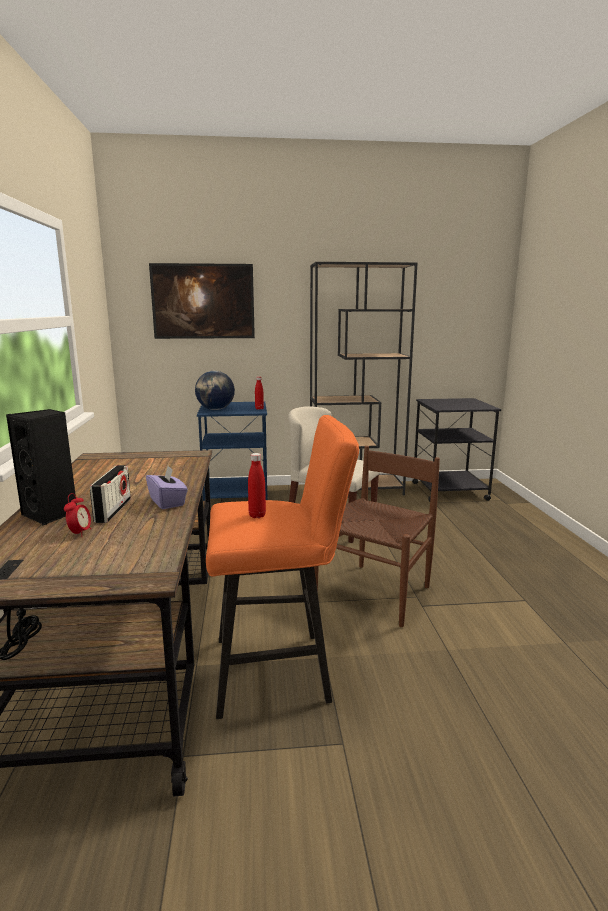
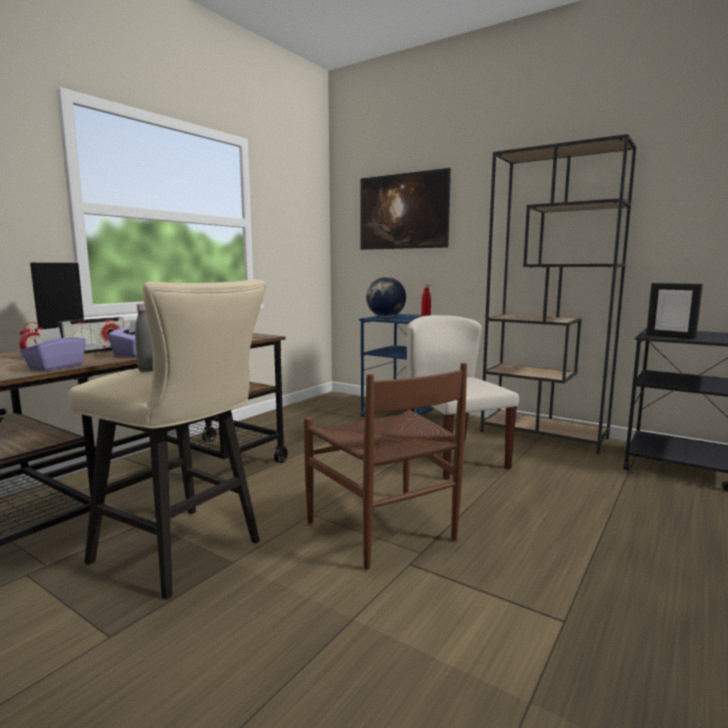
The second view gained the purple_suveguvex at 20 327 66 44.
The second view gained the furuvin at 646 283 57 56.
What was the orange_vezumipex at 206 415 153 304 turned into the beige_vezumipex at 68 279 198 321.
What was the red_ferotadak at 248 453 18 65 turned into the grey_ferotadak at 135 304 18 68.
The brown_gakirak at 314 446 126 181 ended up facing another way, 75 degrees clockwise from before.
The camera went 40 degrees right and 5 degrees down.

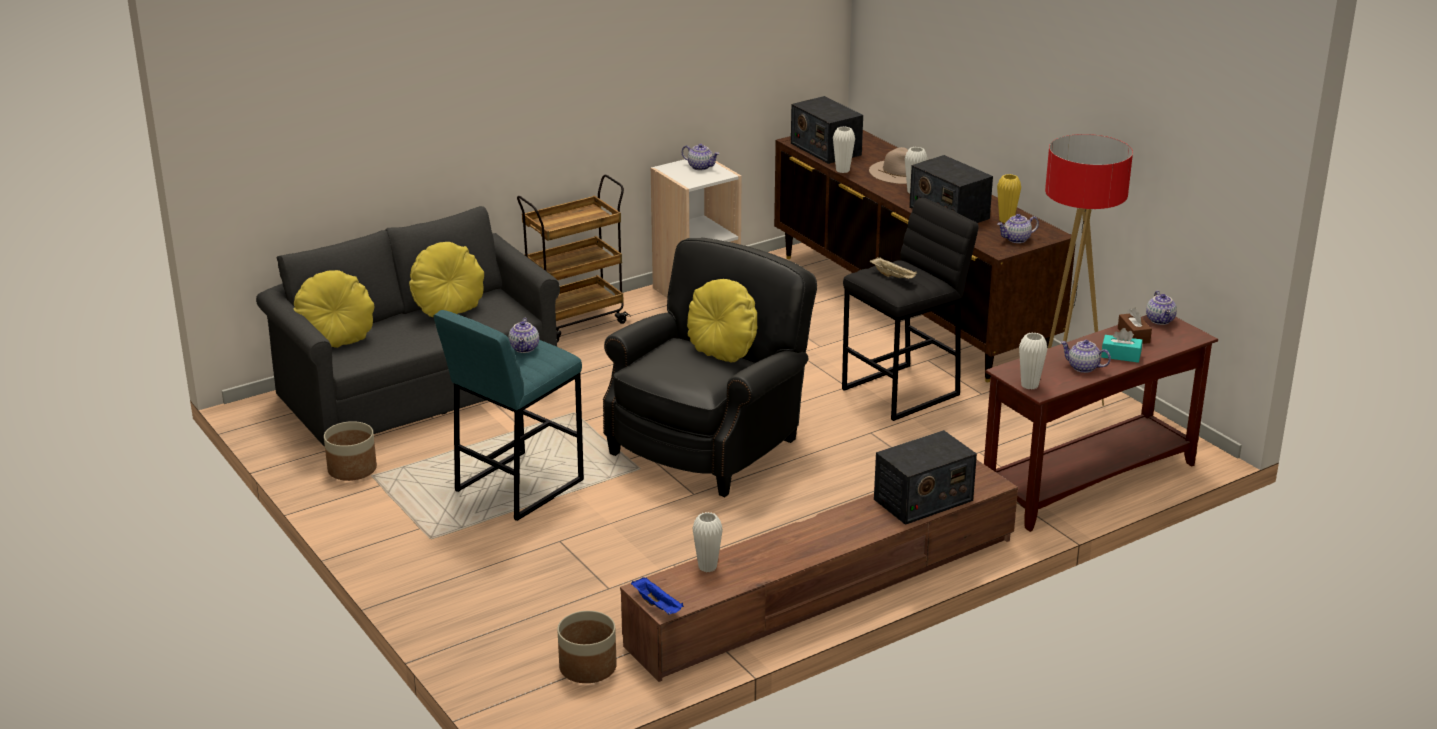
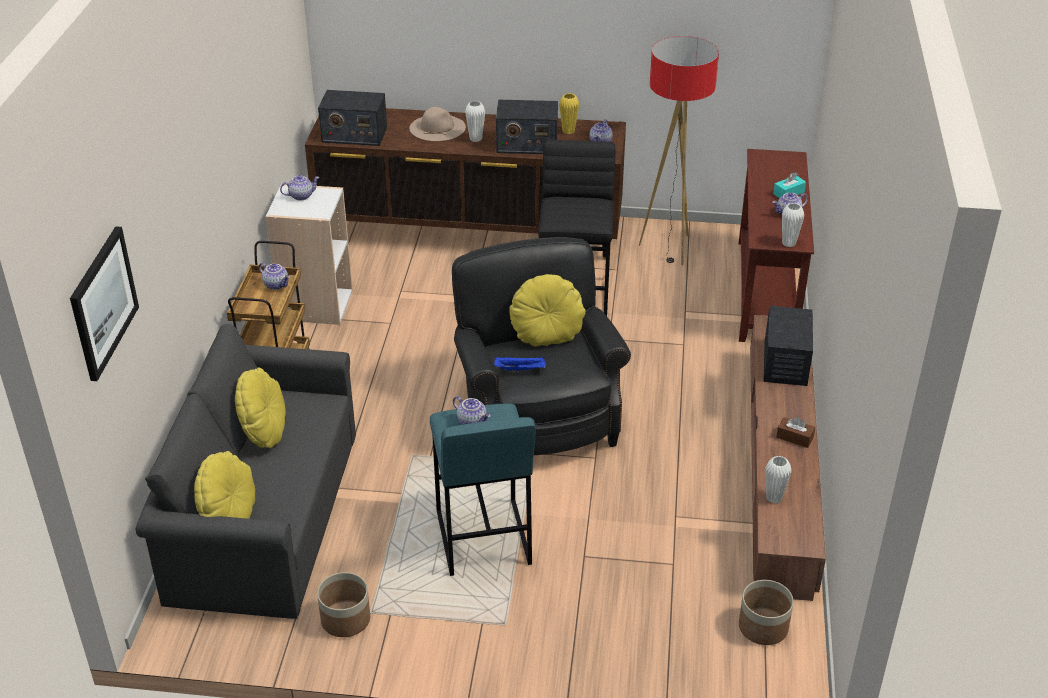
The second view lost the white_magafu at 833 127 22 46.
The second view lost the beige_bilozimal at 869 257 48 22.
The second view gained the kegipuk at 70 226 69 155.
The blue_bilozimal ended up elsewhere, having gone from 631 577 53 37 to 494 356 52 16.
The brown_suveguvex ended up elsewhere, having gone from 1118 308 34 36 to 776 417 39 31.
The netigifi ended up elsewhere, having gone from 1146 291 31 34 to 259 262 31 28.
The camera went 50 degrees left and 10 degrees up.

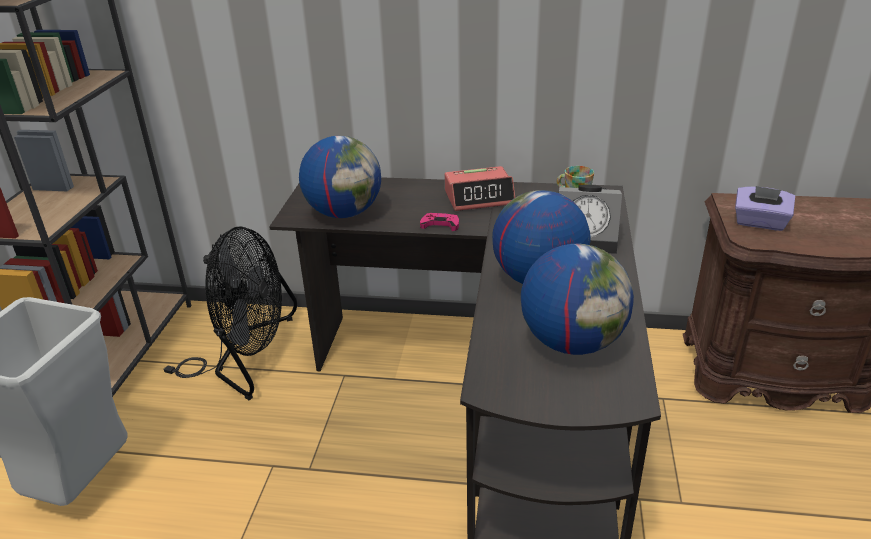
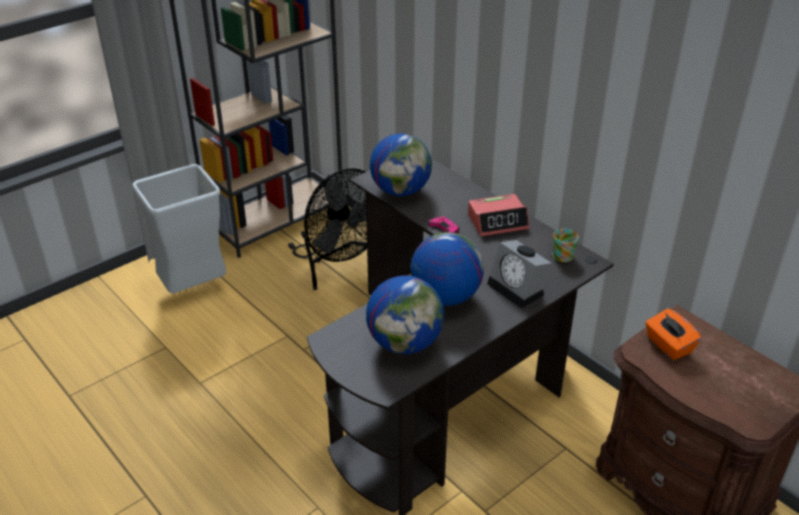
What was the purple_suveguvex at 735 186 60 45 turned into the orange_suveguvex at 645 308 56 52.
The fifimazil at 445 166 70 45 ended up facing another way, 45 degrees counterclockwise from before.
The camera went 40 degrees right and 5 degrees up.

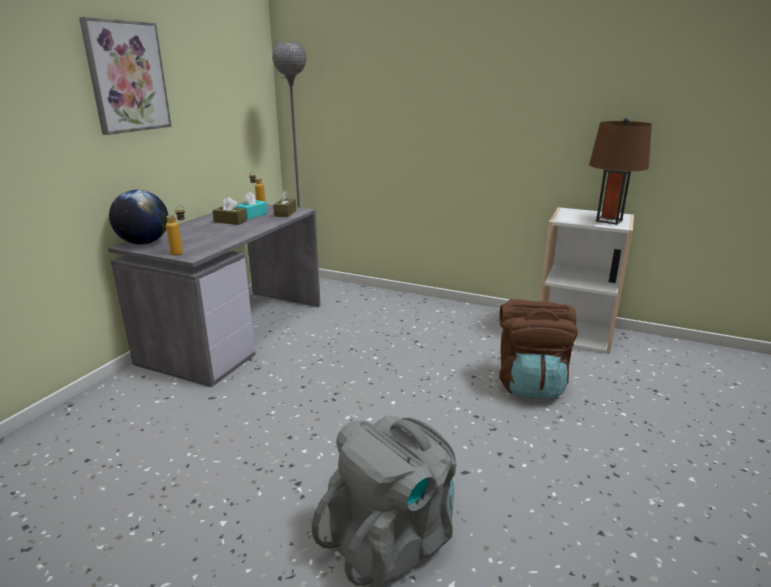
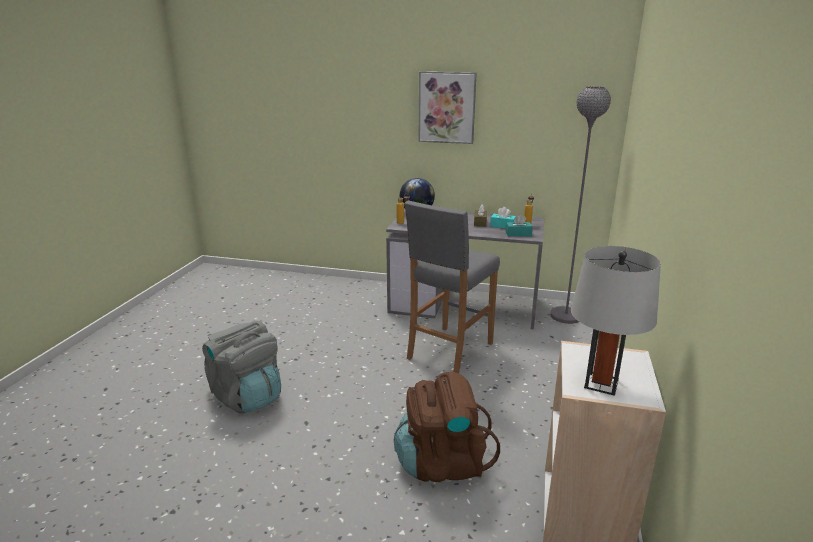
The second view gained the grey_vezumipex at 405 200 95 173.
What was the brown_suveguvex at 273 191 23 26 turned into the turquoise_suveguvex at 506 215 27 21.
What was the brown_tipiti at 589 118 63 107 turned into the grey_tipiti at 571 246 90 150.
The camera went 80 degrees right and 0 degrees up.

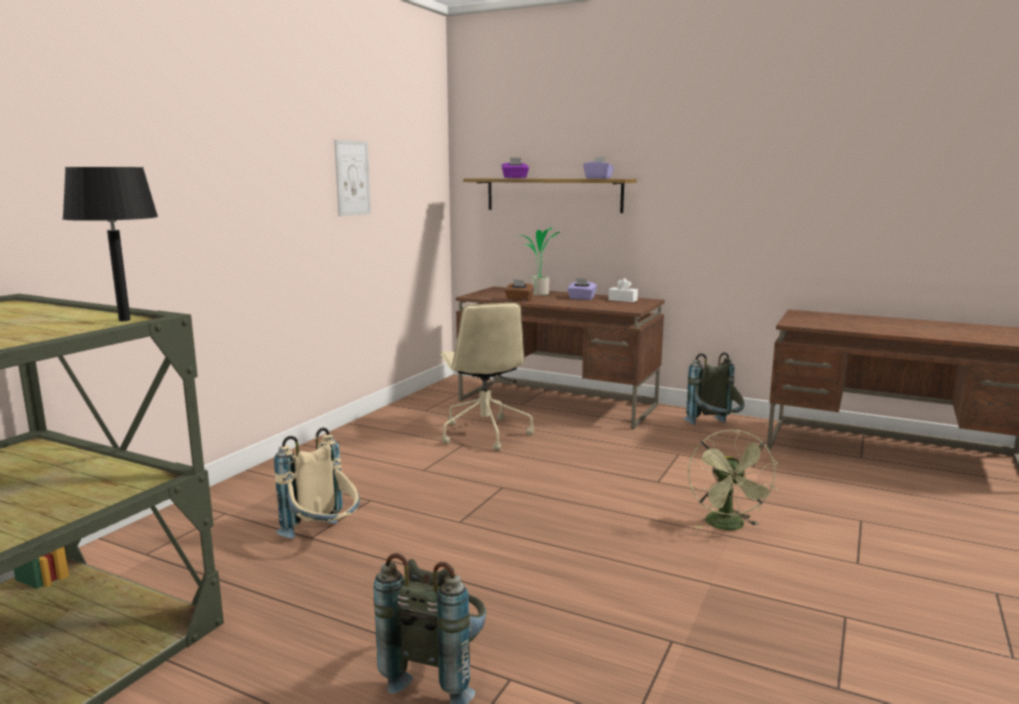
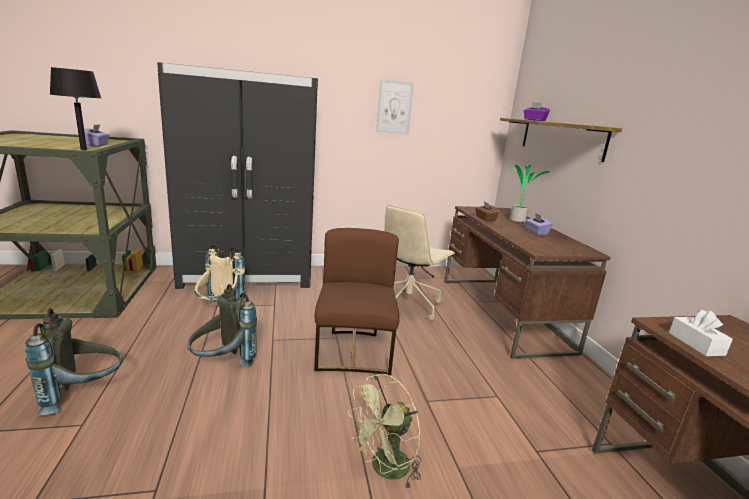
The second view gained the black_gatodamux at 157 62 161 227.
The second view gained the brown_gakirak at 314 228 86 147.
The purple_suveguvex ended up elsewhere, having gone from 583 157 31 22 to 84 125 26 22.
The white_suveguvex ended up elsewhere, having gone from 608 278 30 24 to 669 310 64 46.
The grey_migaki ended up elsewhere, having gone from 683 352 61 73 to 188 284 69 83.
The camera went 50 degrees right and 5 degrees up.

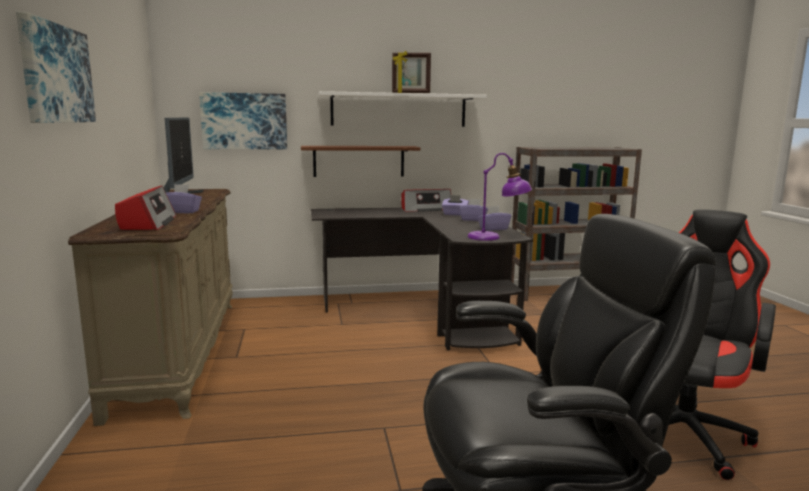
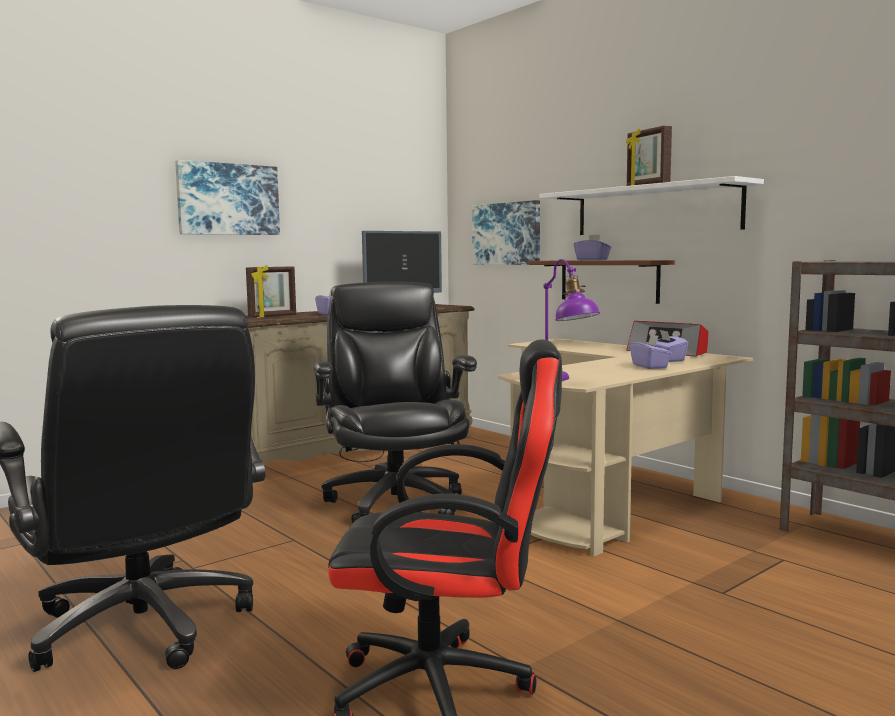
The second view gained the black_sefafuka at 314 282 163 241.
The purple_suveguvex ended up elsewhere, having gone from 478 206 33 25 to 574 234 37 26.
Where the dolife stood at 115 186 61 44, the furuvin came to stand at 246 265 50 53.
What was the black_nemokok at 311 208 222 142 turned into the beige_nemokok at 498 338 255 219.
The camera went 60 degrees right and 5 degrees down.

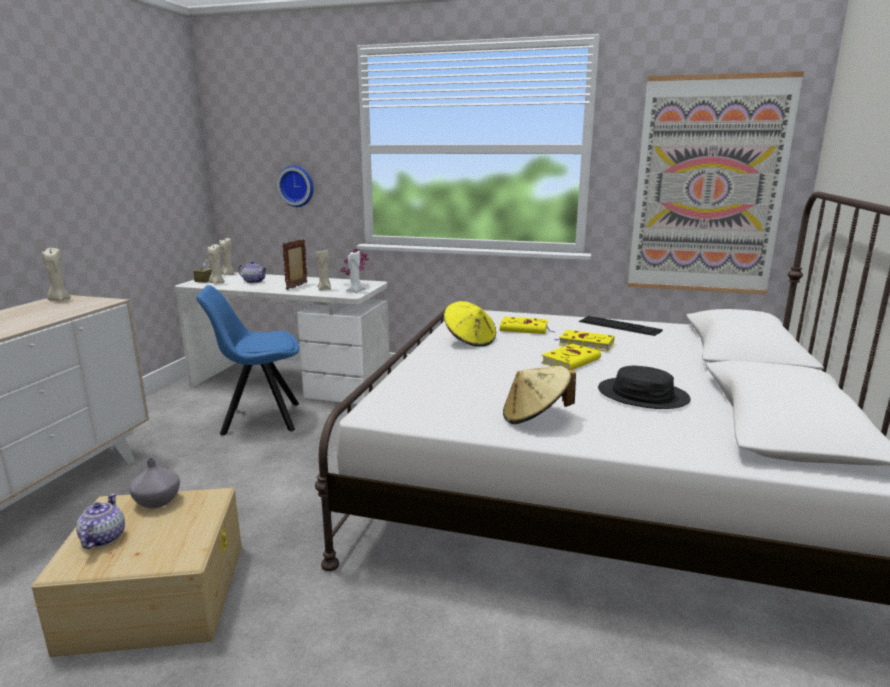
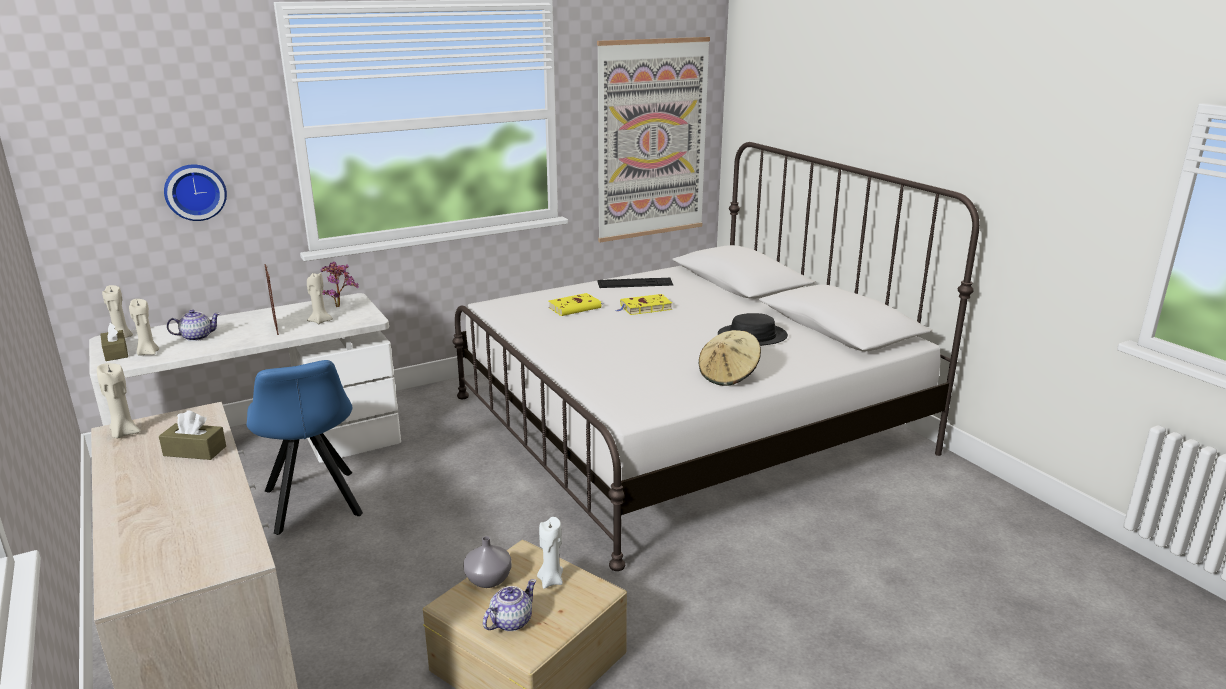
The second view lost the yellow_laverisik at 444 301 52 46.
The second view lost the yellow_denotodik at 541 344 60 26.
The second view gained the brown_suveguvex at 159 410 67 50.
The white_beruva ended up elsewhere, having gone from 346 251 20 42 to 537 517 26 72.
The netigifi at 76 493 49 56 ended up facing another way, 90 degrees clockwise from before.
The blue_gakirak at 196 285 103 150 ended up facing another way, 60 degrees counterclockwise from before.
The camera went 45 degrees left and 5 degrees up.

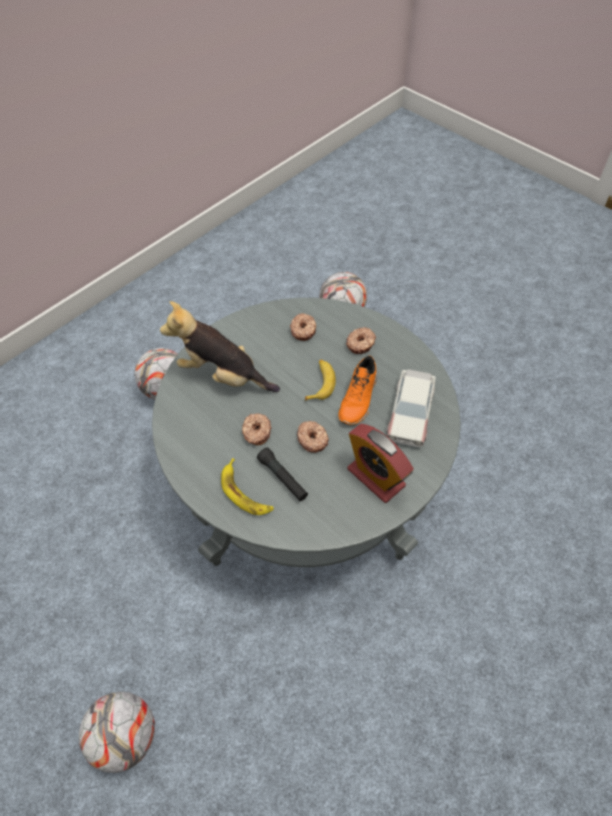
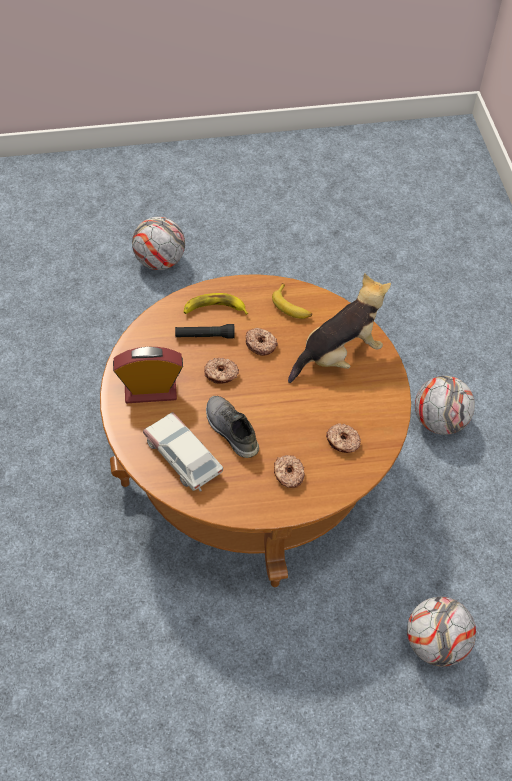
The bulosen ended up elsewhere, having gone from 305 360 31 41 to 272 283 40 36.
What was the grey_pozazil at 152 298 309 269 turned into the brown_pozazil at 100 274 311 313.
What was the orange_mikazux at 339 356 38 69 turned into the grey_mikazux at 206 396 53 62.
The camera went 125 degrees right and 0 degrees up.

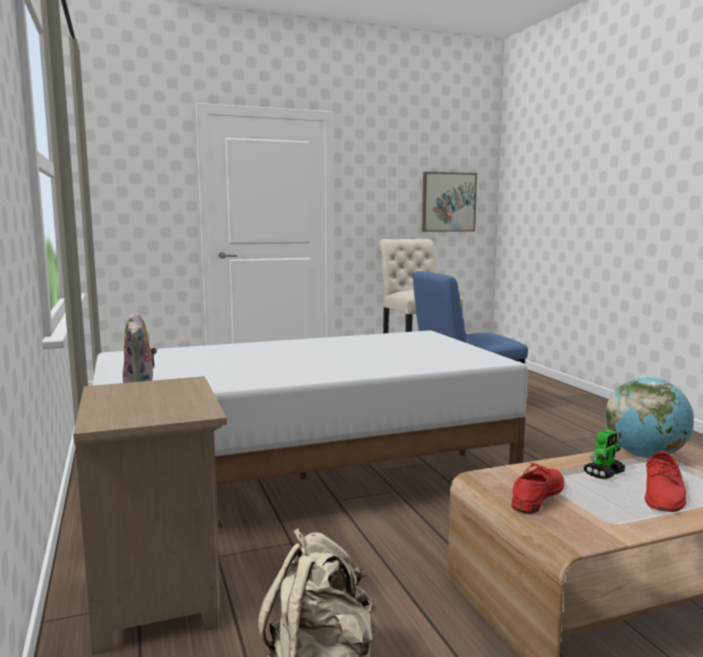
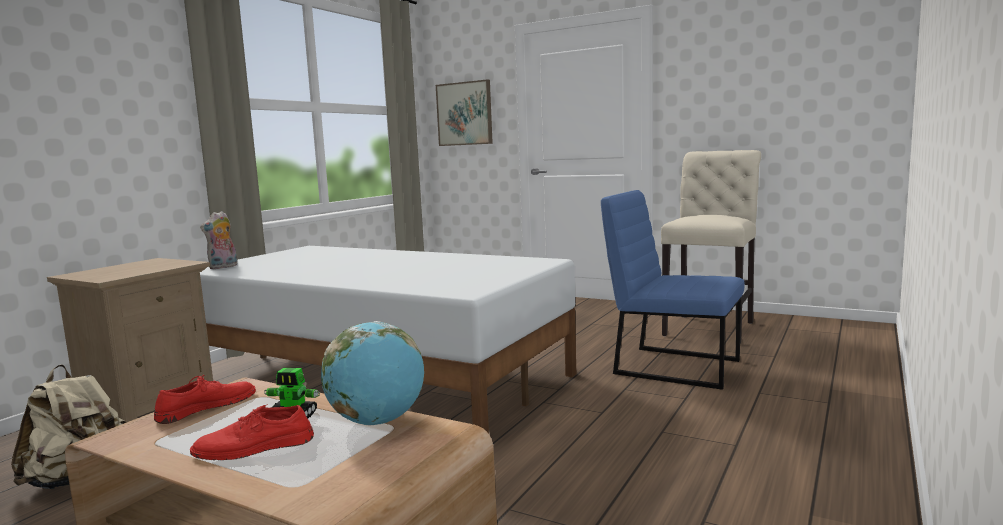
The kegipuk ended up elsewhere, having gone from 422 172 55 60 to 436 79 57 67.
The red_mikazux at 511 463 53 51 ended up facing another way, 45 degrees counterclockwise from before.
The camera went 50 degrees right and 0 degrees up.

